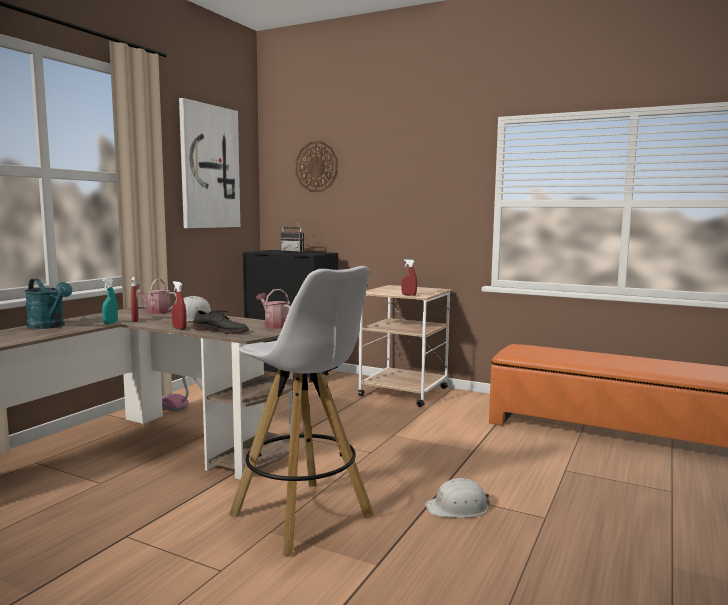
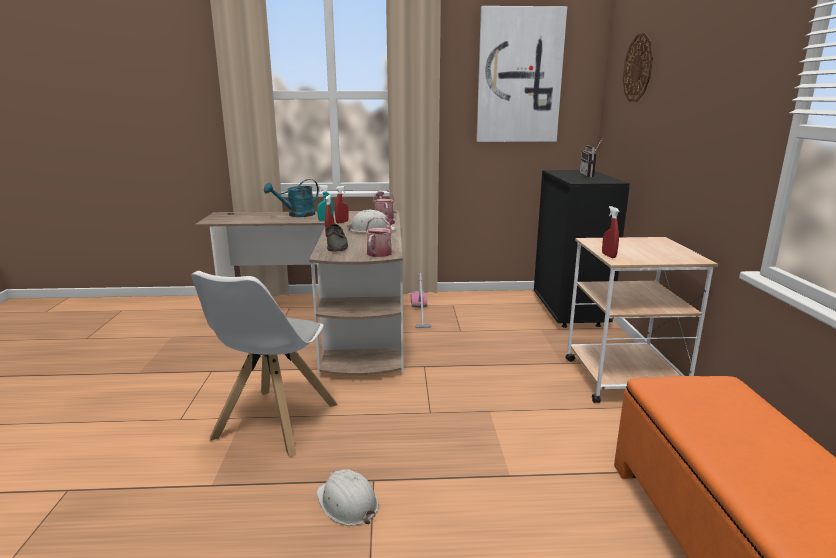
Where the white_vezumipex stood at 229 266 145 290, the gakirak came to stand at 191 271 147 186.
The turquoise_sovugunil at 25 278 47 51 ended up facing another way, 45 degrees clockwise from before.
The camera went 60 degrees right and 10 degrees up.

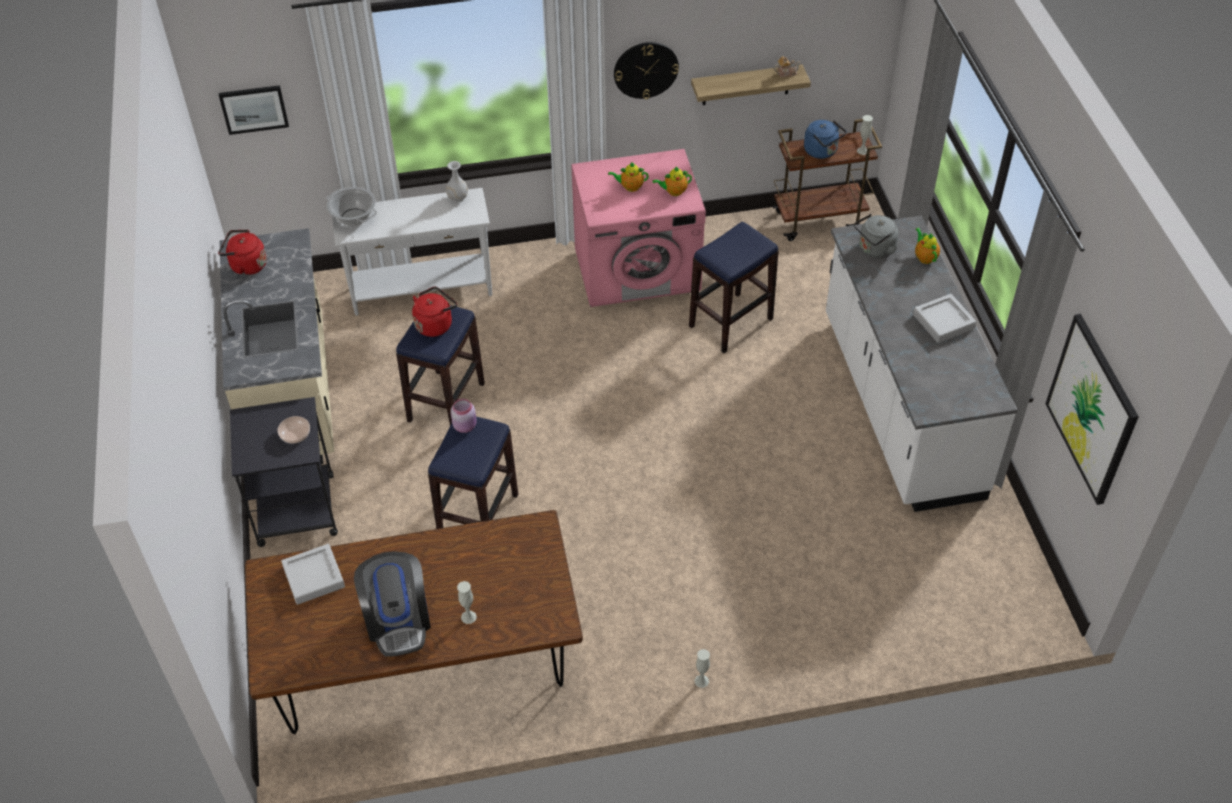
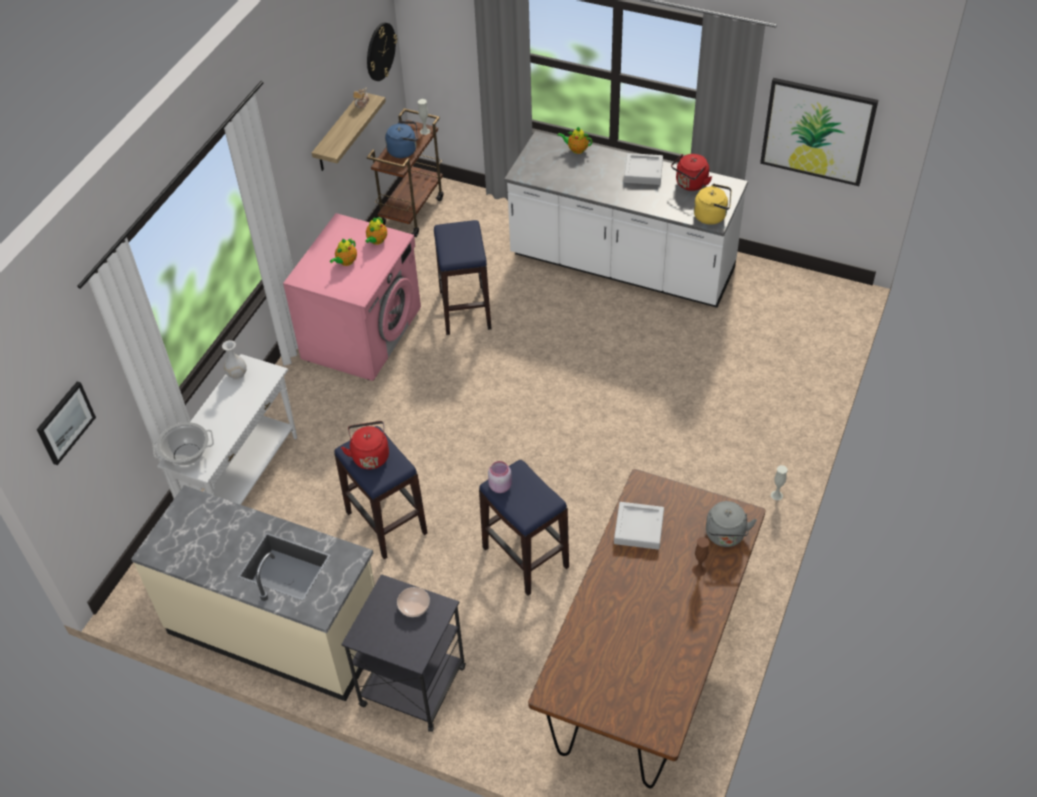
The second view lost the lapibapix at 354 551 77 106.
The second view gained the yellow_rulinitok at 694 184 37 41.
The red_rulinitok ended up elsewhere, having gone from 218 229 49 47 to 671 154 41 37.
The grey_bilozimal ended up elsewhere, having gone from 281 544 64 61 to 614 502 50 48.
The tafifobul ended up elsewhere, having gone from 614 42 65 57 to 367 22 30 59.
The grey_rulinitok ended up elsewhere, having gone from 854 214 44 44 to 706 501 51 46.
What was the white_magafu at 457 581 20 43 turned into the brown_magafu at 692 537 17 40.
The camera went 55 degrees left and 0 degrees up.

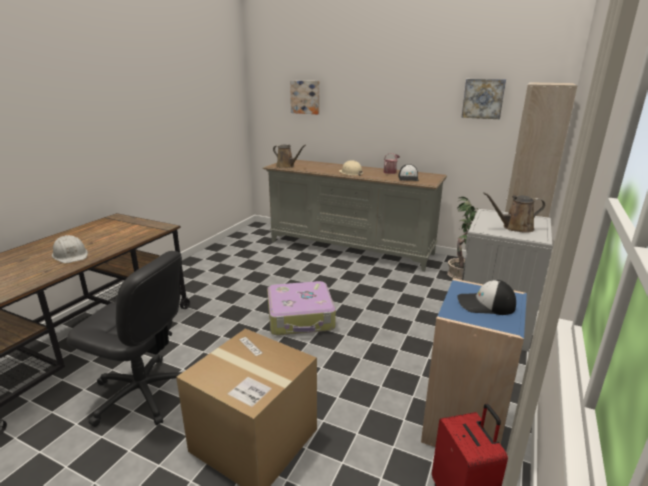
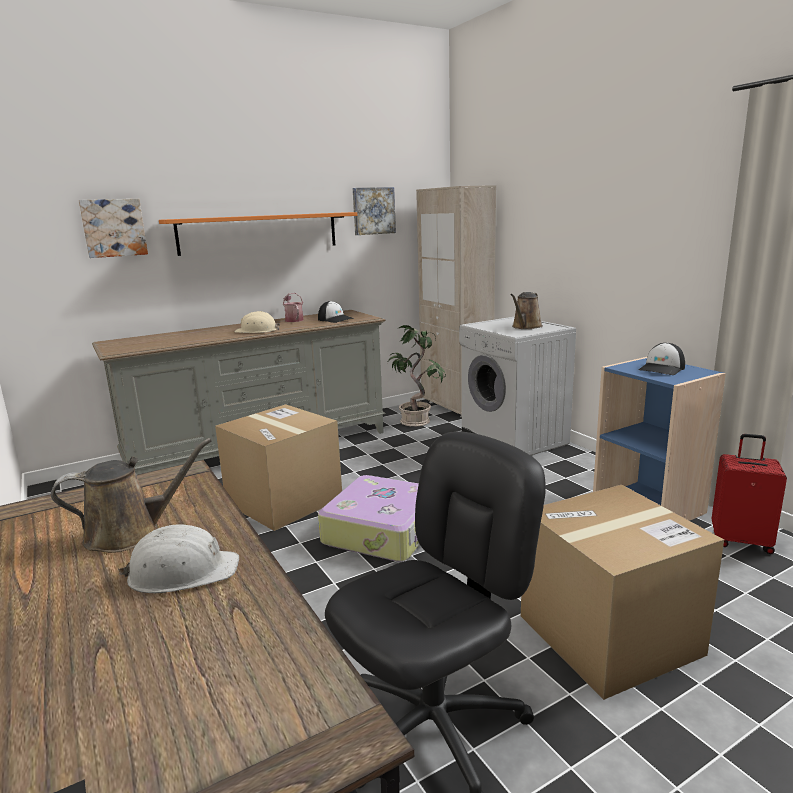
The second view gained the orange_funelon at 159 212 198 44.
The second view gained the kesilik at 215 404 127 127.
The brown_sovugunil ended up elsewhere, having gone from 273 144 33 24 to 51 438 161 115.
The camera went 55 degrees left and 5 degrees down.

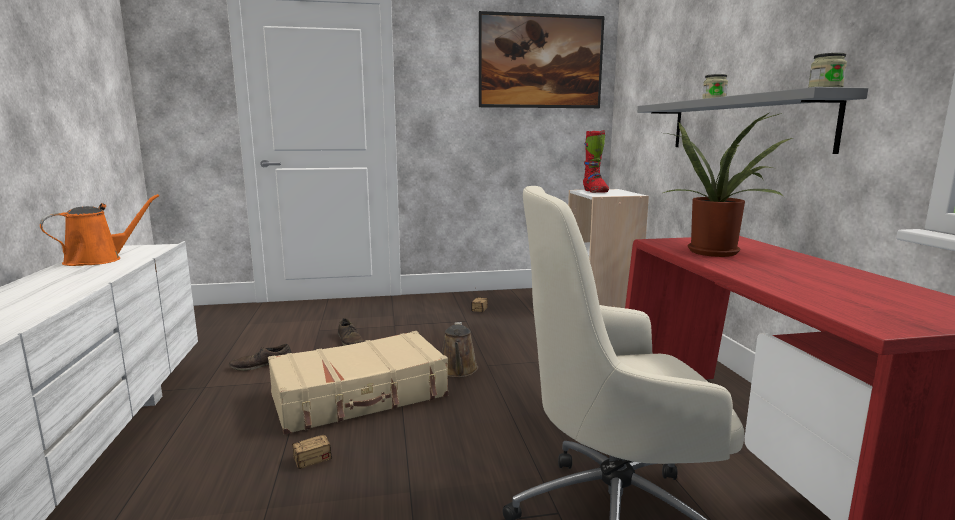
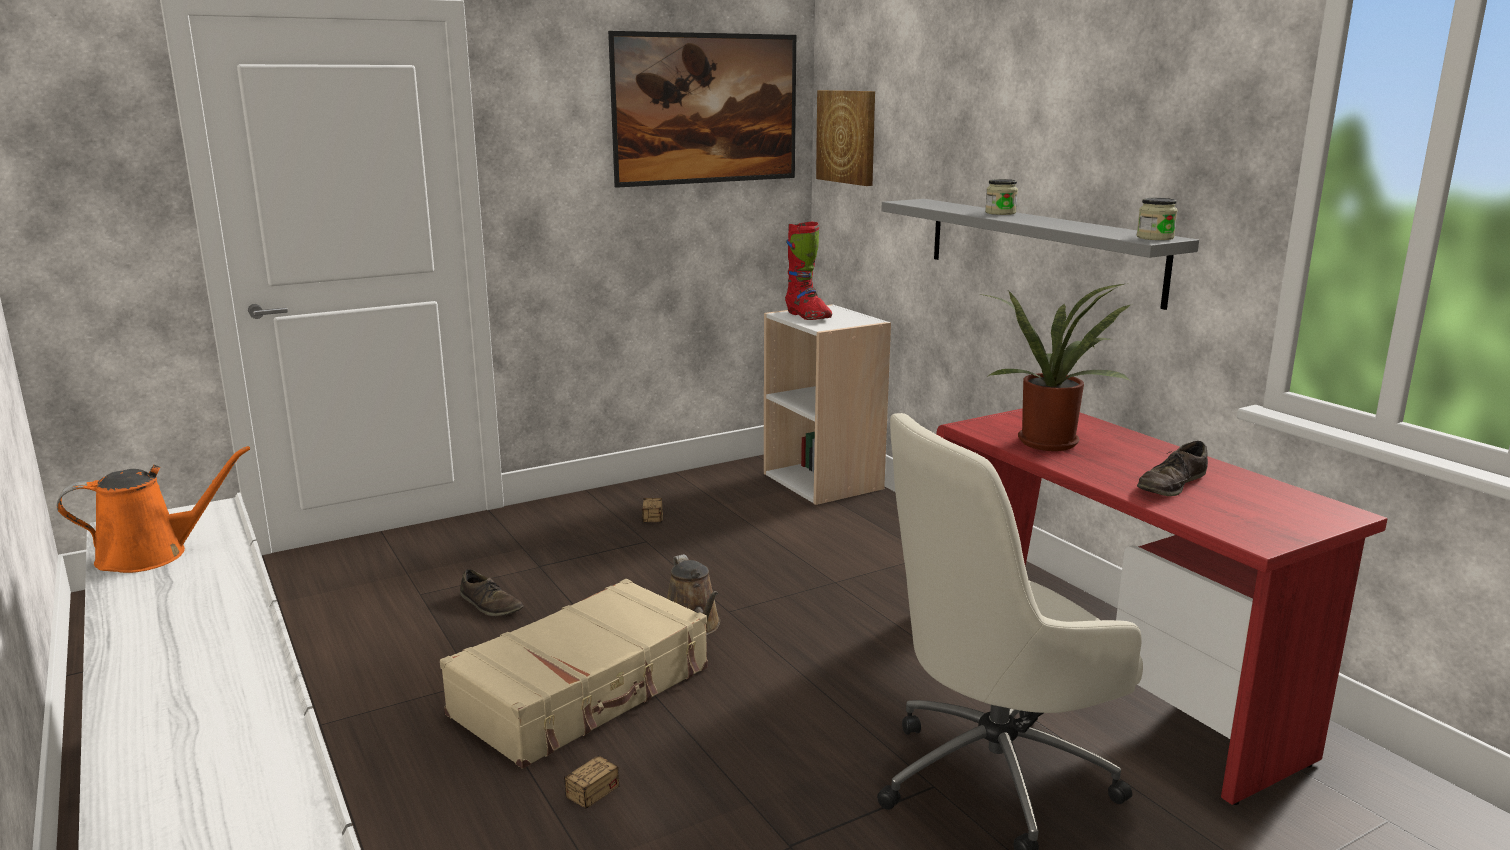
The second view gained the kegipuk at 816 90 59 96.
The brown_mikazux ended up elsewhere, having gone from 229 344 63 27 to 1137 441 71 55.
The orange_sovugunil at 40 194 119 72 ended up facing another way, 45 degrees clockwise from before.
The camera went 20 degrees left and 5 degrees up.

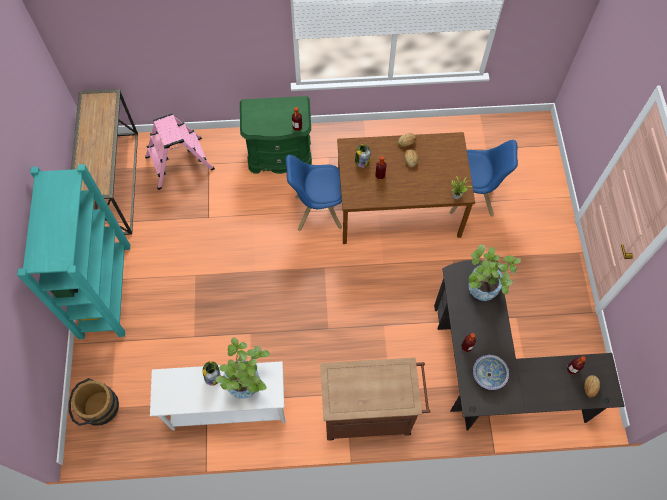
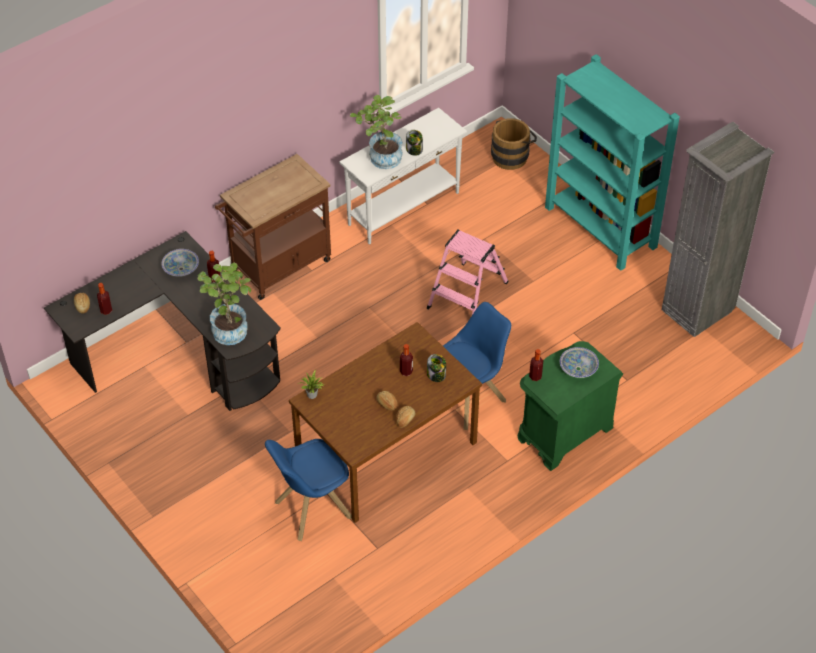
The second view gained the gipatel at 560 347 39 31.
The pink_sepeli ended up elsewhere, having gone from 145 113 70 77 to 427 229 82 86.
Where the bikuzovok stood at 71 89 67 146, the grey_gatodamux came to stand at 662 121 113 216.
The camera went 145 degrees right and 15 degrees down.

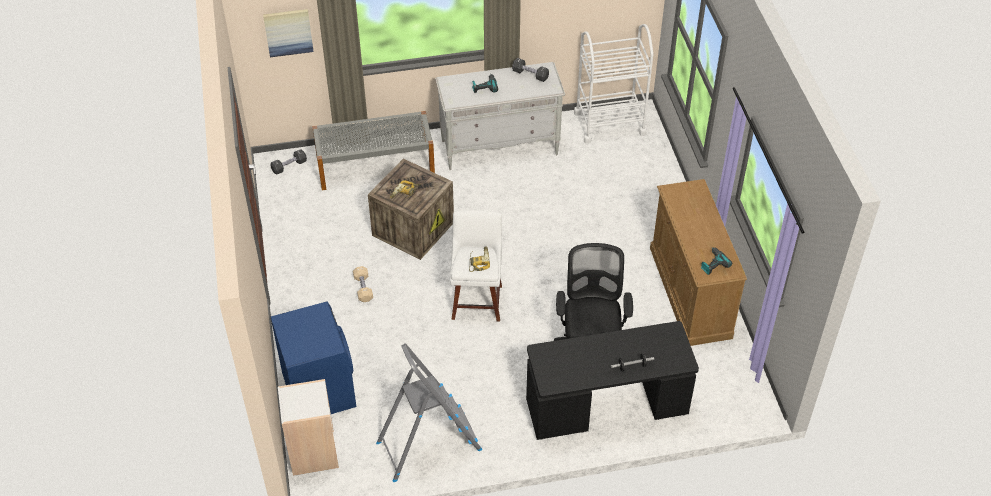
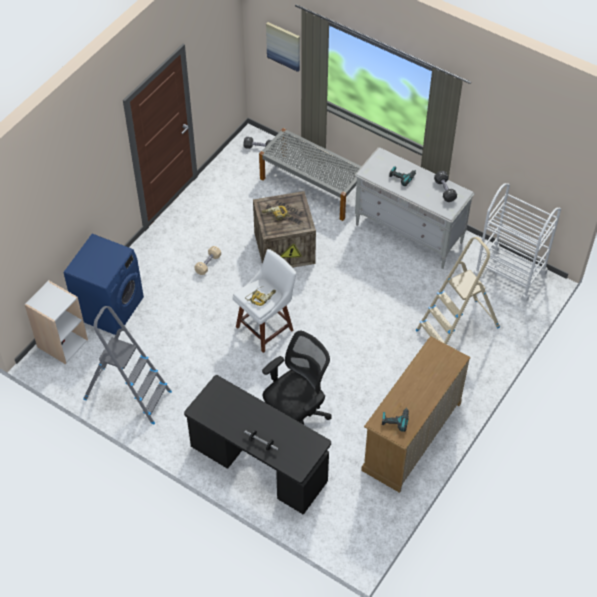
The second view gained the beige_sepeli at 415 237 85 107.
The camera went 45 degrees right and 5 degrees up.

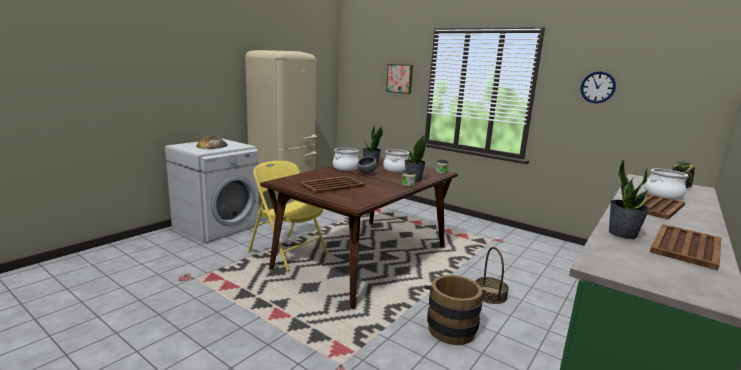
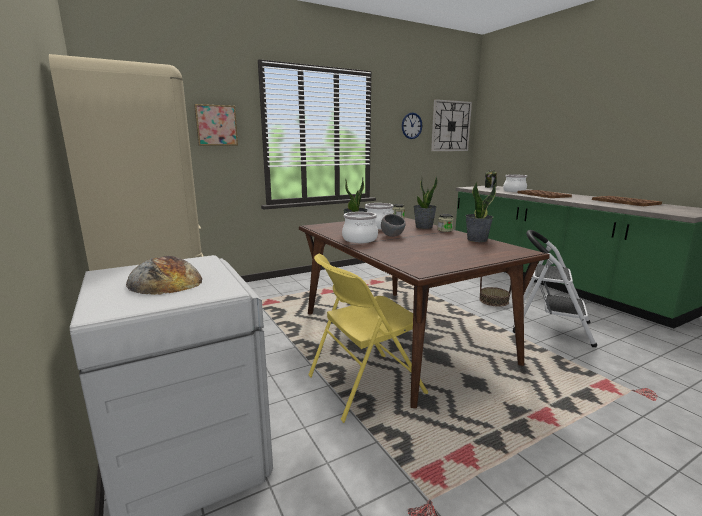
The second view lost the brown_bilozimal at 299 176 66 18.
The second view gained the tafifobul at 431 99 41 52.
The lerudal ended up elsewhere, having gone from 609 159 41 80 to 465 181 31 61.
Where the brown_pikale stood at 424 275 62 70, the sepeli came to stand at 513 230 84 117.
The camera went 65 degrees left and 0 degrees up.

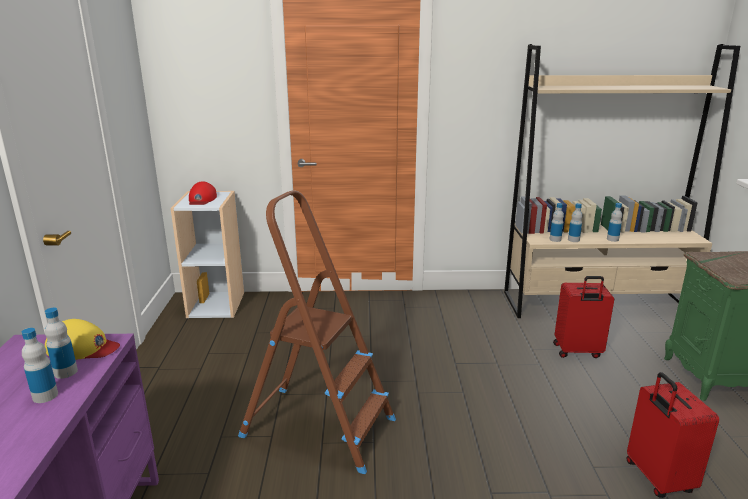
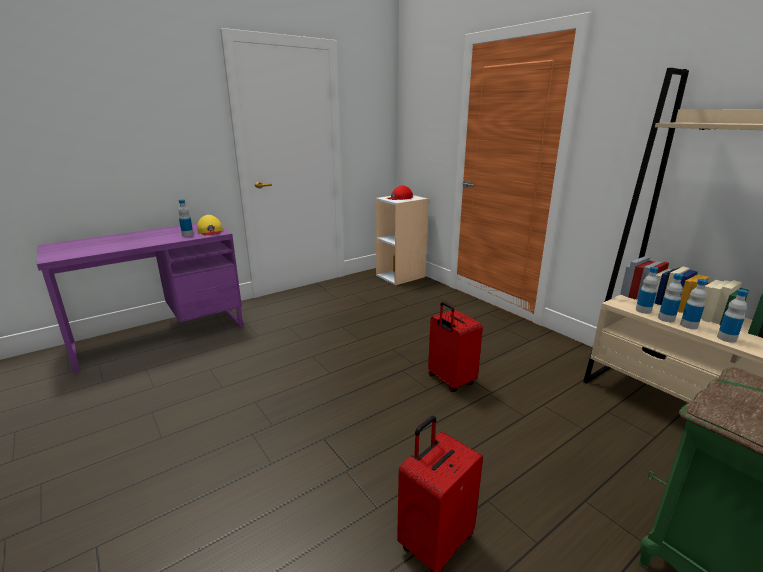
The second view lost the brown_sepeli at 238 190 158 284.
The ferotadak ended up elsewhere, having gone from 22 328 36 75 to 680 279 27 50.
The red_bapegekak ended up elsewhere, having gone from 553 276 61 82 to 428 302 55 90.
The camera went 55 degrees right and 0 degrees up.

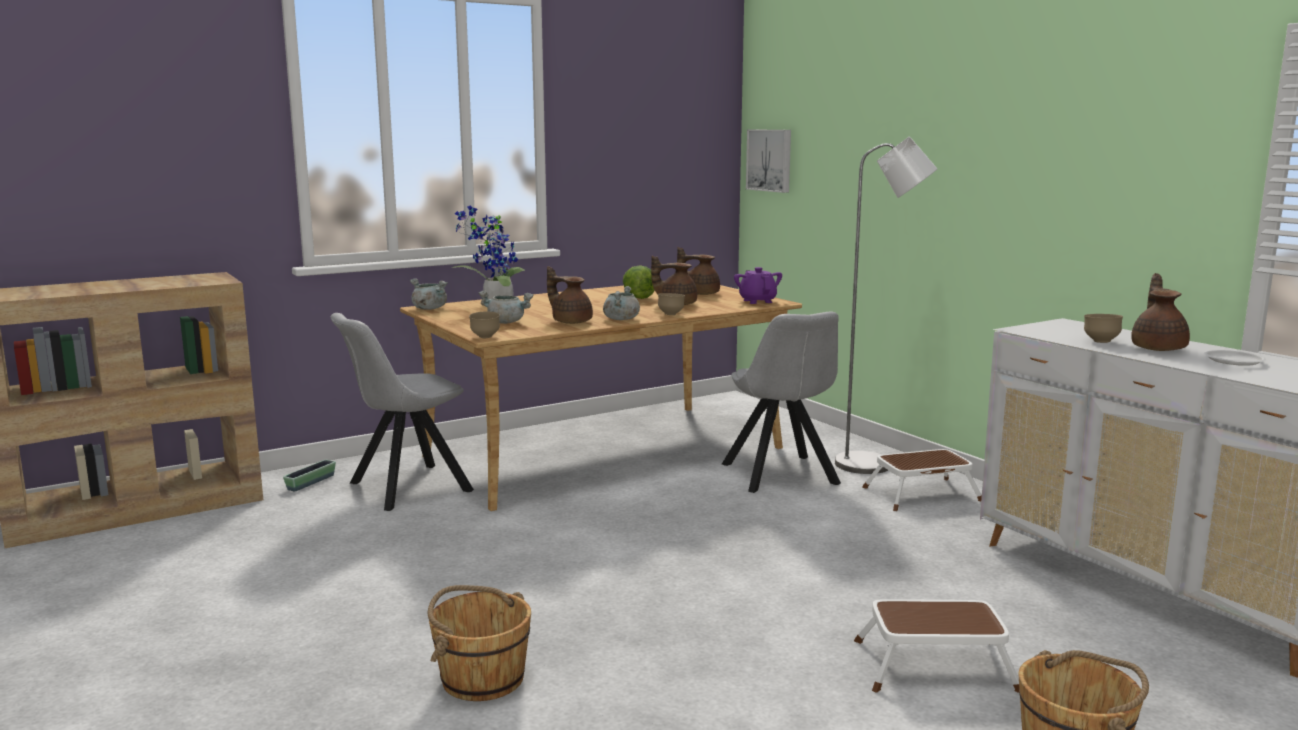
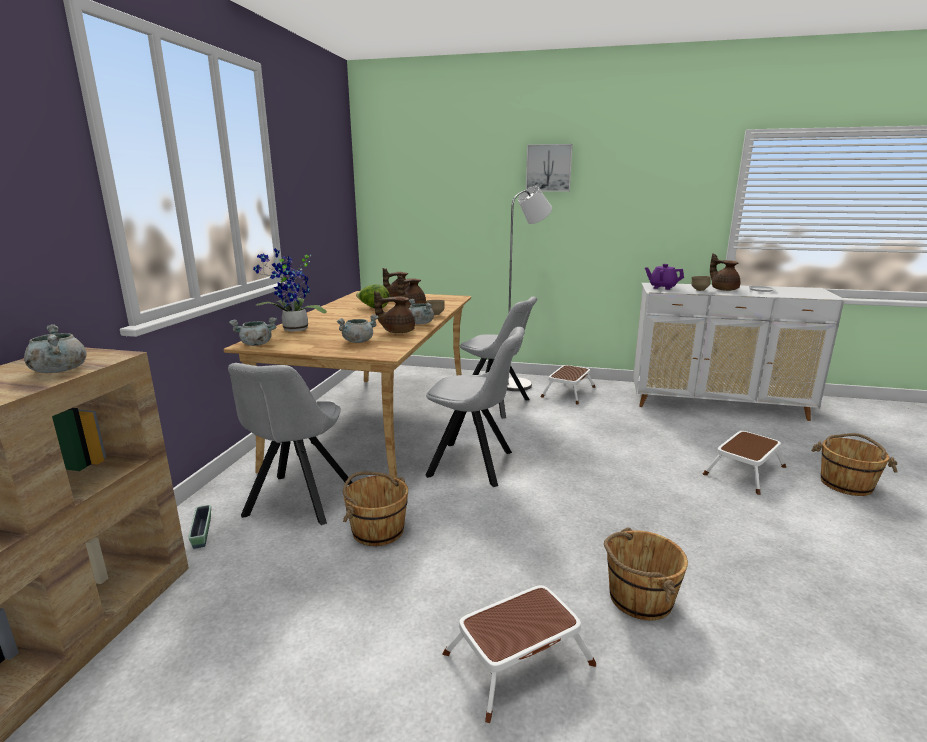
The second view lost the brown_gipatel at 469 311 31 27.
The second view gained the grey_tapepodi at 24 324 63 49.
The second view gained the brown_pikale at 343 471 65 75.
The second view gained the grey_gakirak at 426 327 99 160.
The second view gained the brown_sepeli at 442 585 154 138.
The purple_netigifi ended up elsewhere, having gone from 734 267 48 37 to 645 264 39 26.
The kegipuk ended up elsewhere, having gone from 746 130 45 63 to 526 144 47 47.
The camera went 45 degrees left and 5 degrees up.

